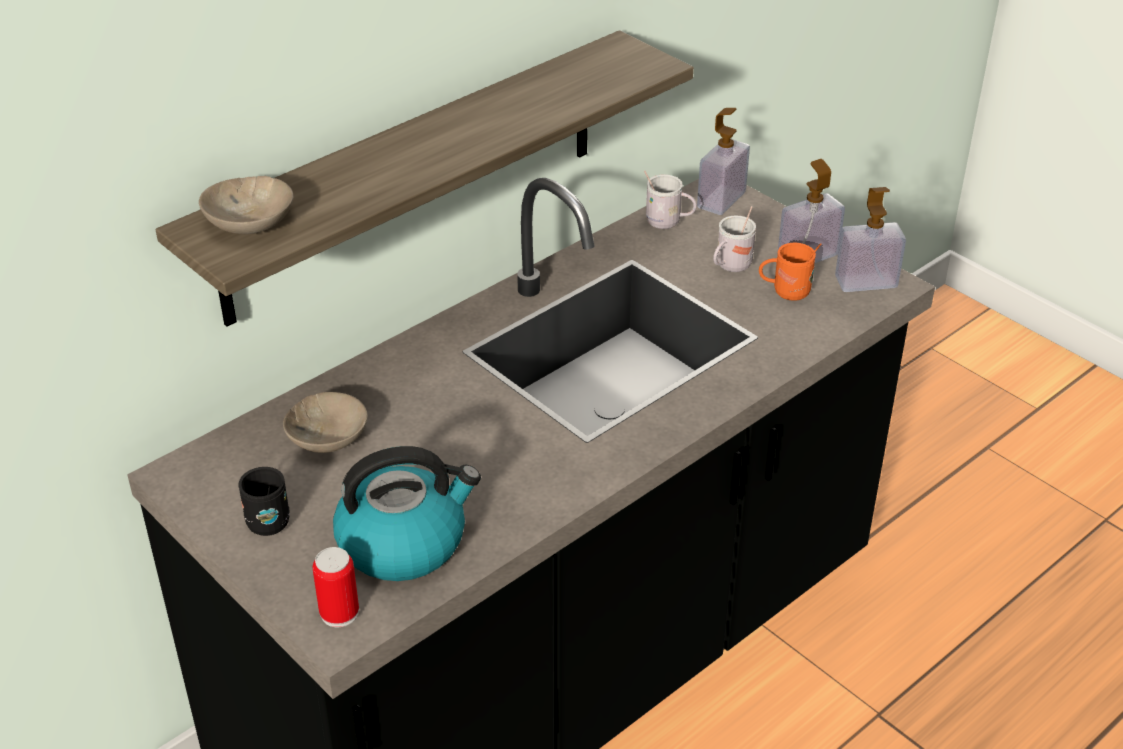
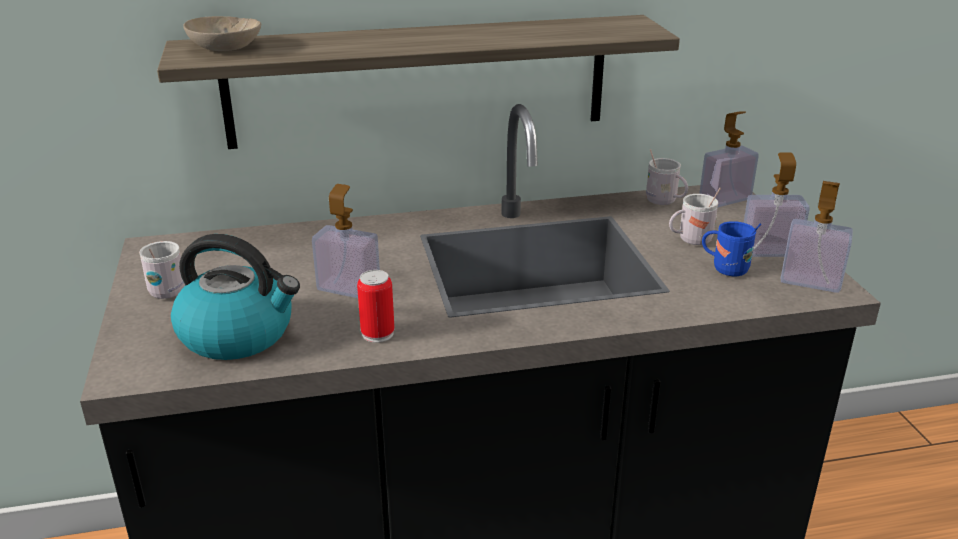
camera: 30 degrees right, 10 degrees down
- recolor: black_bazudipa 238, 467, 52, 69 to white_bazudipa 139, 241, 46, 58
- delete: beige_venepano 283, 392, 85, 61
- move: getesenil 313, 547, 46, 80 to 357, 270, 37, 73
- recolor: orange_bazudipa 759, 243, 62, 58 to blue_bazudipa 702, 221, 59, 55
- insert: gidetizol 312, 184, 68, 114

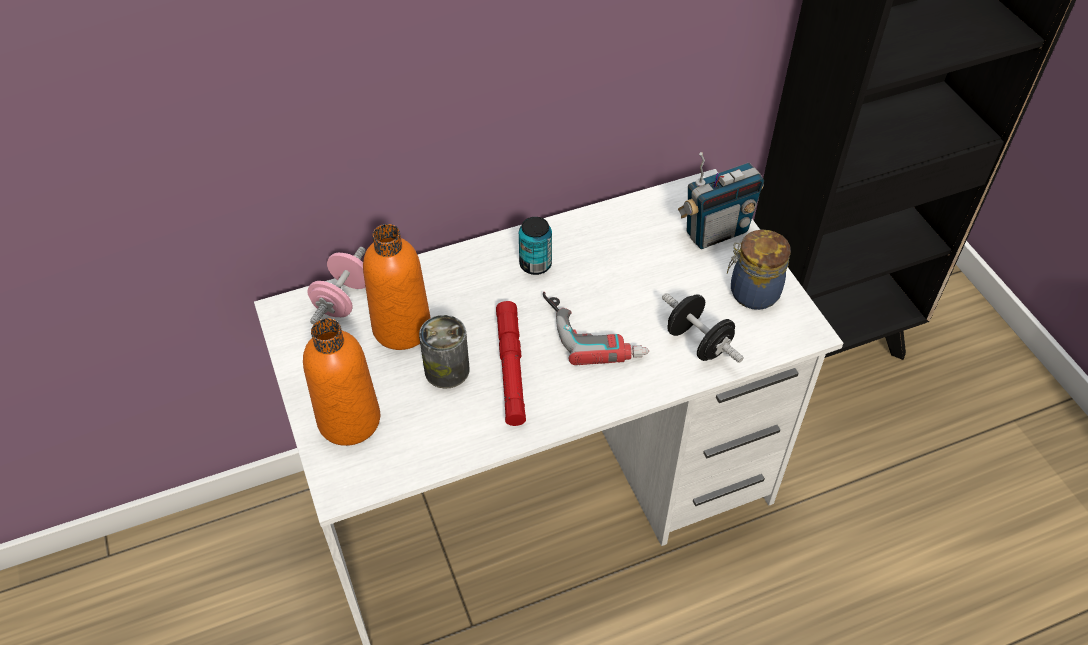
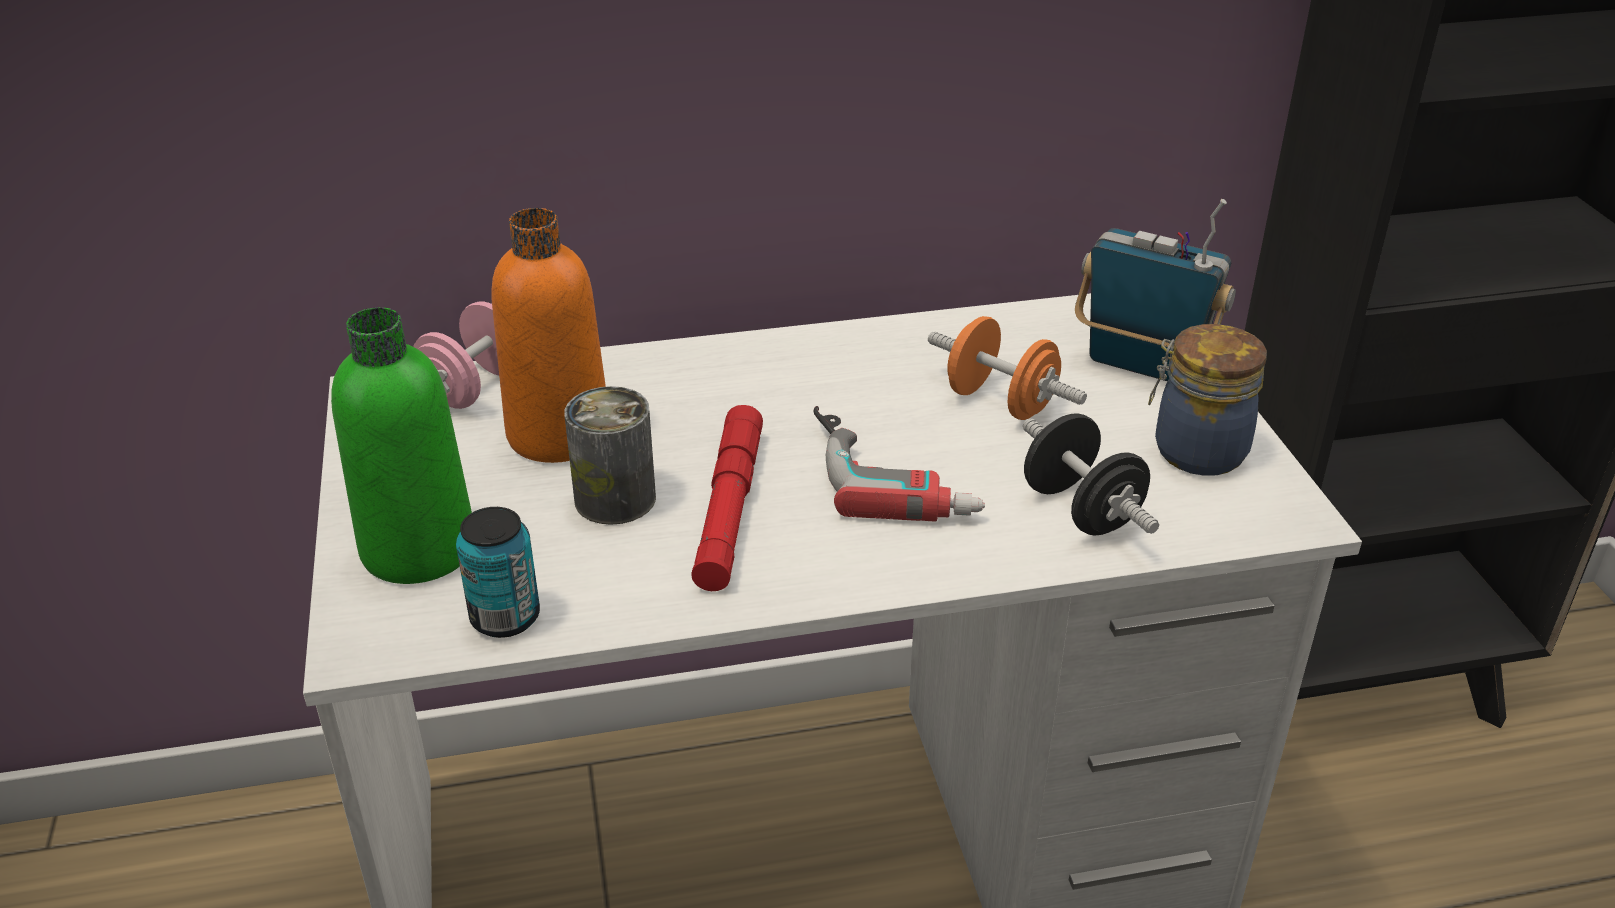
camera: 10 degrees right, 15 degrees down
- recolor: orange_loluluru 303, 318, 77, 128 to green_loluluru 331, 307, 141, 277
- move: getesenil 519, 217, 33, 58 to 456, 507, 84, 131
- rotate: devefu 678, 152, 86, 97 = 1075, 199, 161, 182 135 degrees counterclockwise
- insert: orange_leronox 928, 316, 159, 104

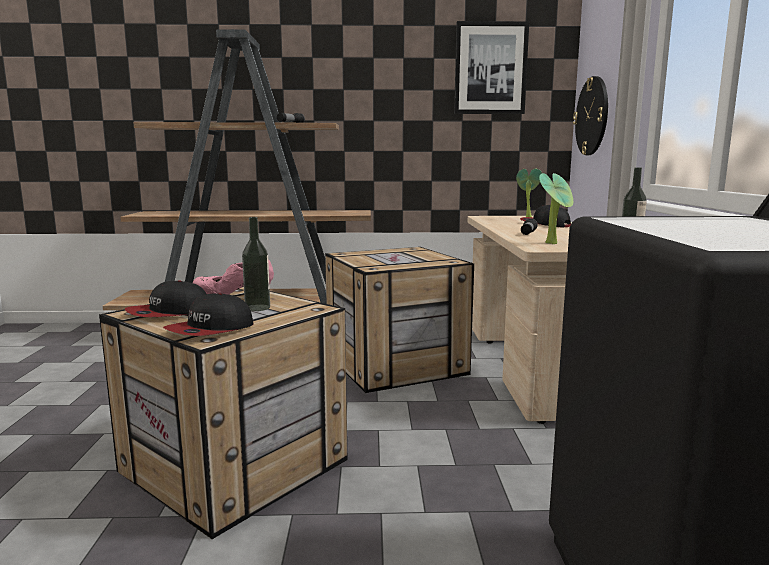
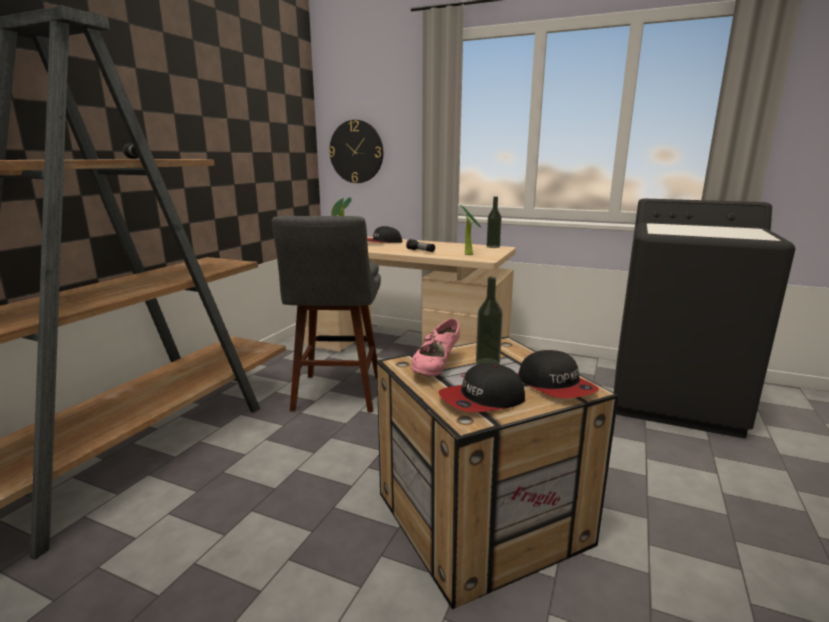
camera: 65 degrees left, 5 degrees up
- rotate: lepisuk 125, 280, 81, 37 = 439, 363, 86, 49 75 degrees clockwise
- replace: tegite 325, 247, 149, 146 to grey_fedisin 272, 216, 109, 197
- delete: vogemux 454, 21, 75, 93

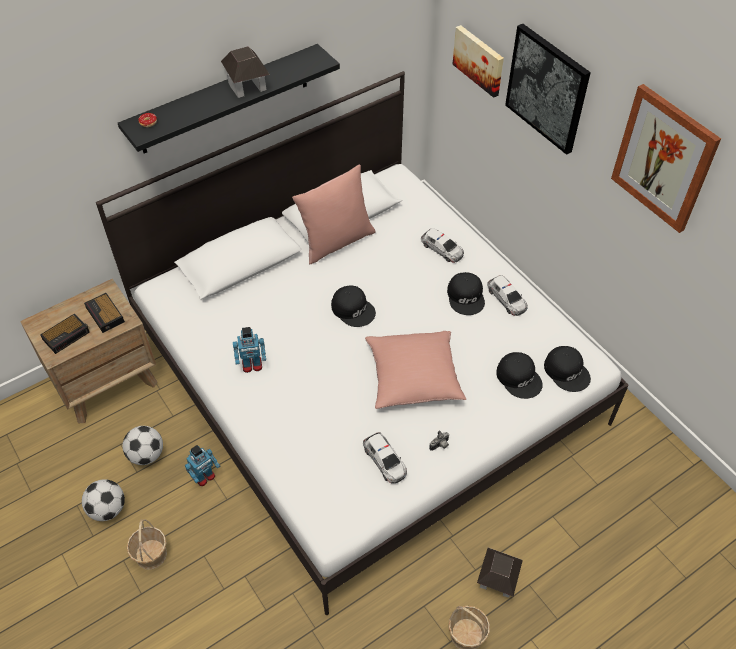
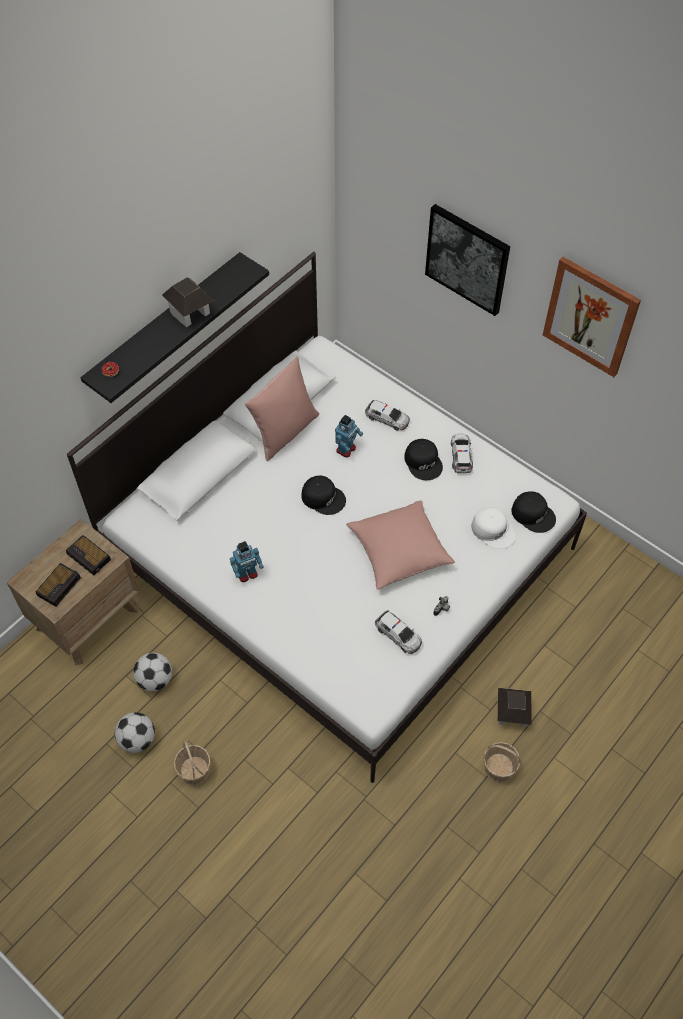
camera: 15 degrees left, 5 degrees up
- move: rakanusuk 185, 445, 35, 41 to 335, 415, 28, 43
- delete: vogemux 452, 25, 52, 73
- rotate: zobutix 487, 275, 41, 41 = 451, 434, 22, 39 135 degrees counterclockwise
- recolor: black_lepisuk 496, 352, 47, 47 to white_lepisuk 471, 507, 45, 42

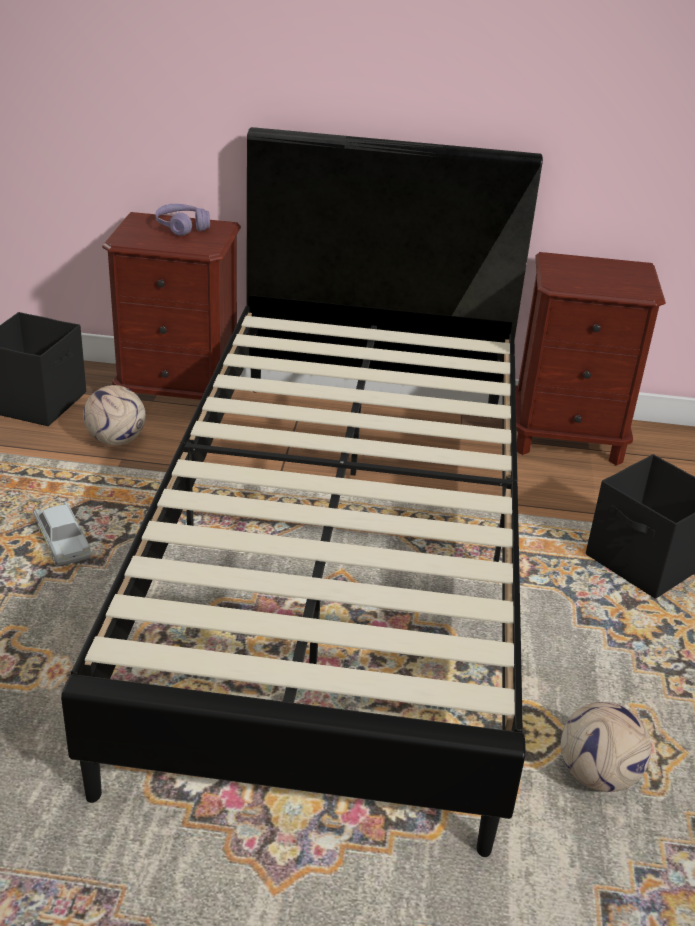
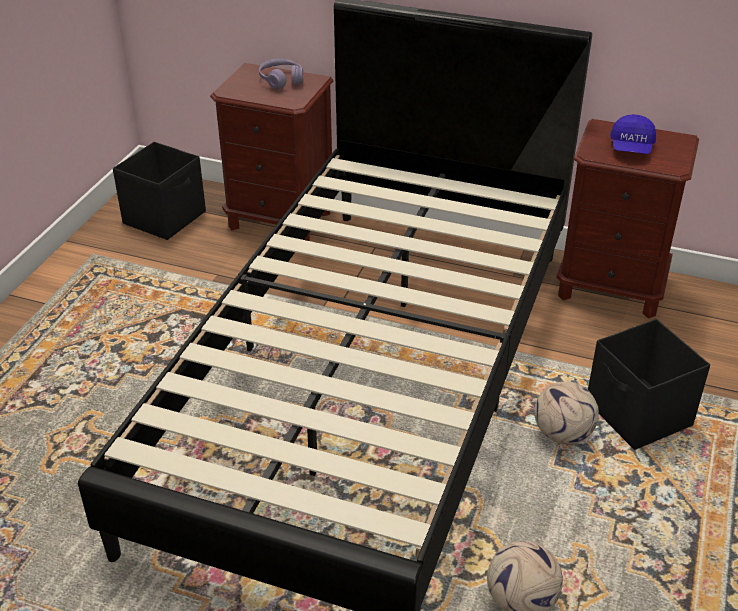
camera: 15 degrees right, 5 degrees up
- delete: white_zobutix 34, 502, 57, 64
- move: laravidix 83, 385, 63, 61 to 534, 381, 65, 64
- insert: blue_lepisuk 610, 114, 46, 40

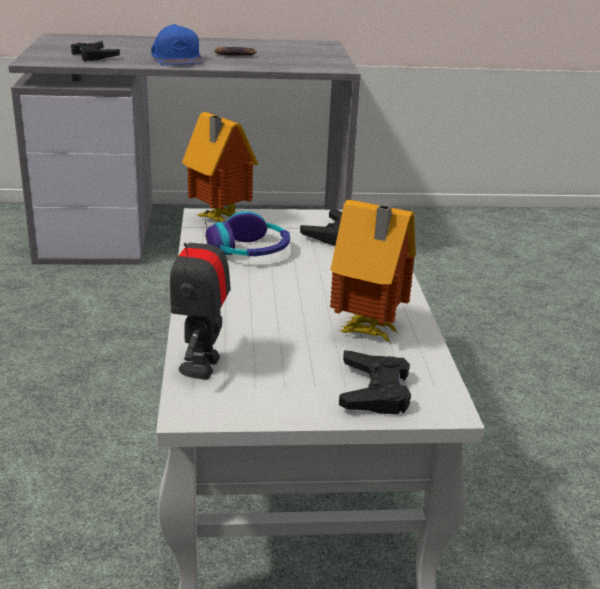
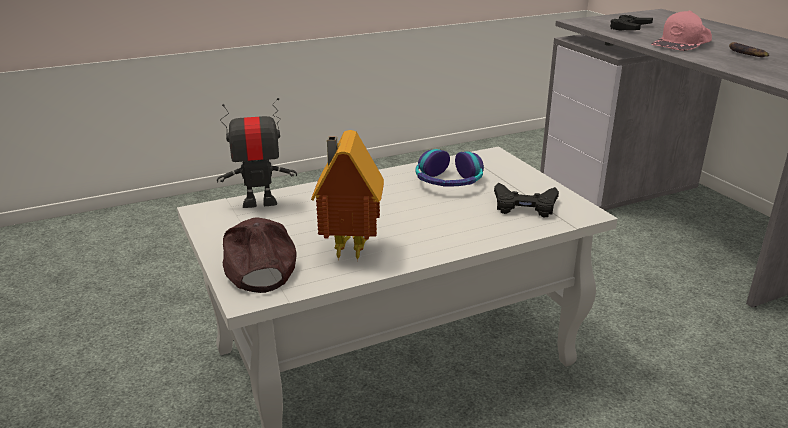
camera: 70 degrees right, 0 degrees up
- recolor: blue_lepisuk 151, 24, 52, 42 to pink_lepisuk 651, 11, 61, 40
- delete: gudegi 182, 112, 76, 110
- replace: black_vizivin 339, 350, 72, 65 to brown_lepisuk 223, 217, 73, 76

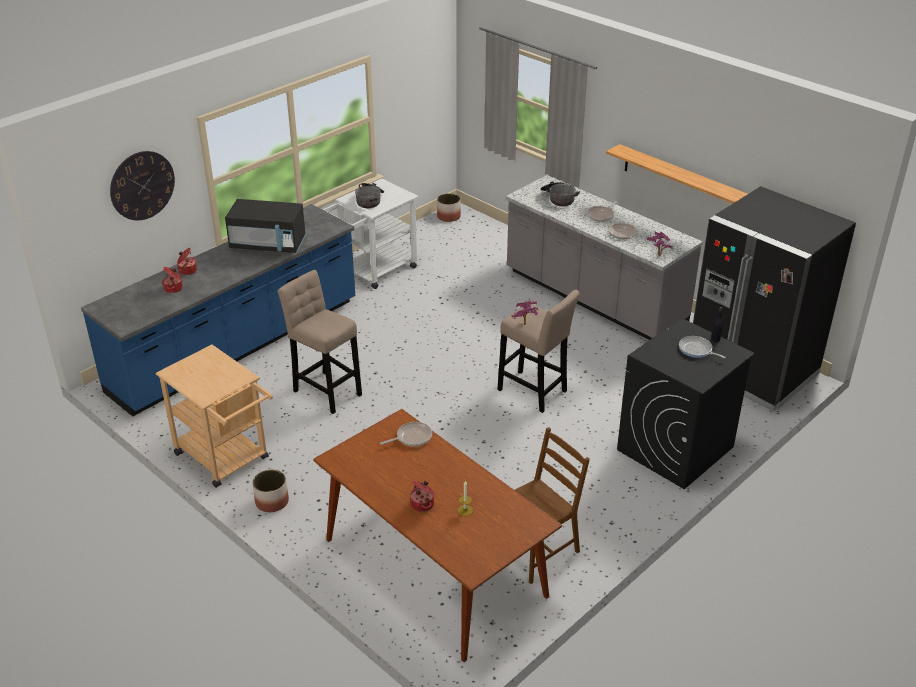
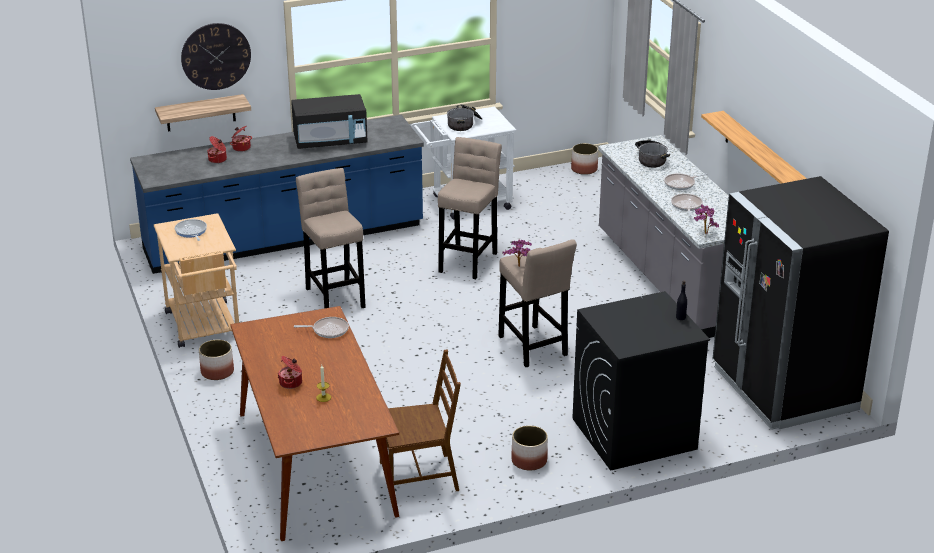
camera: 25 degrees right, 5 degrees down
- rotate: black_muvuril 225, 199, 81, 54 = 291, 94, 77, 55 45 degrees counterclockwise
- move: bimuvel 679, 336, 47, 22 to 175, 219, 32, 22
- insert: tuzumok 155, 94, 96, 38
- insert: beige_fedisin 438, 137, 64, 142
- insert: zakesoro 511, 425, 37, 46

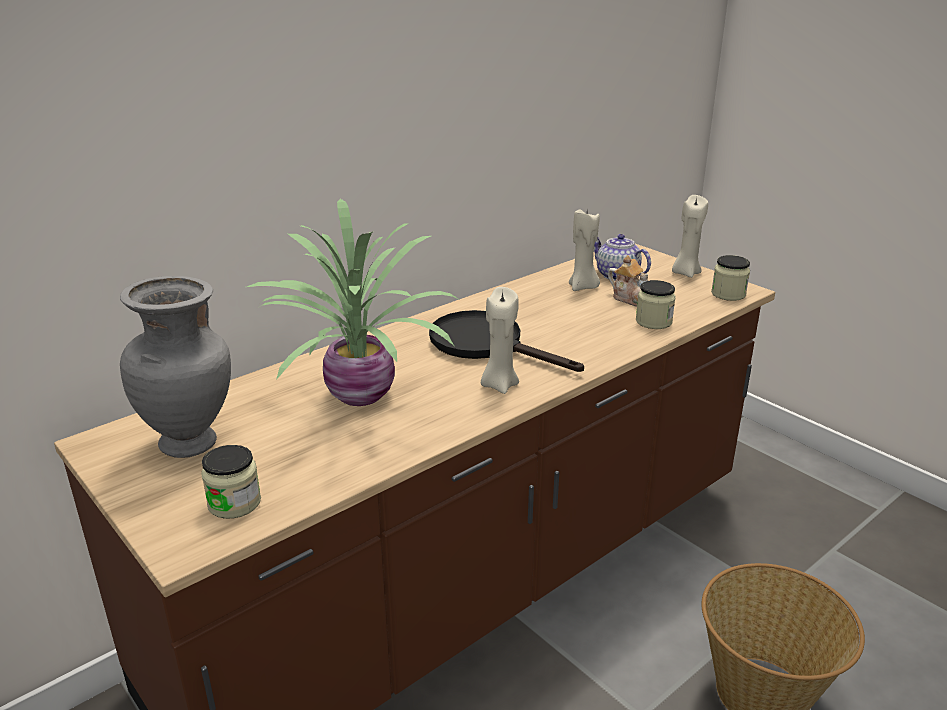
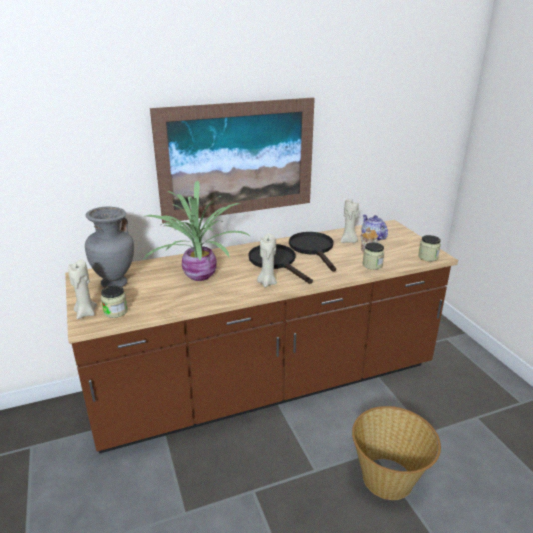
camera: 20 degrees right, 0 degrees up
- move: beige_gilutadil 672, 195, 36, 83 to 68, 260, 29, 59
- insert: vogemux 150, 97, 165, 126
- insert: black_bimuvel 289, 232, 47, 40

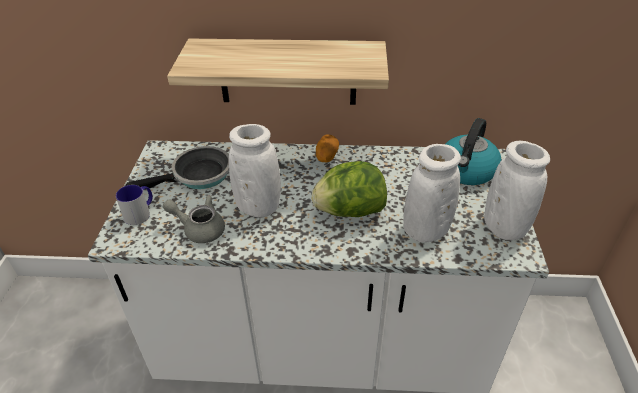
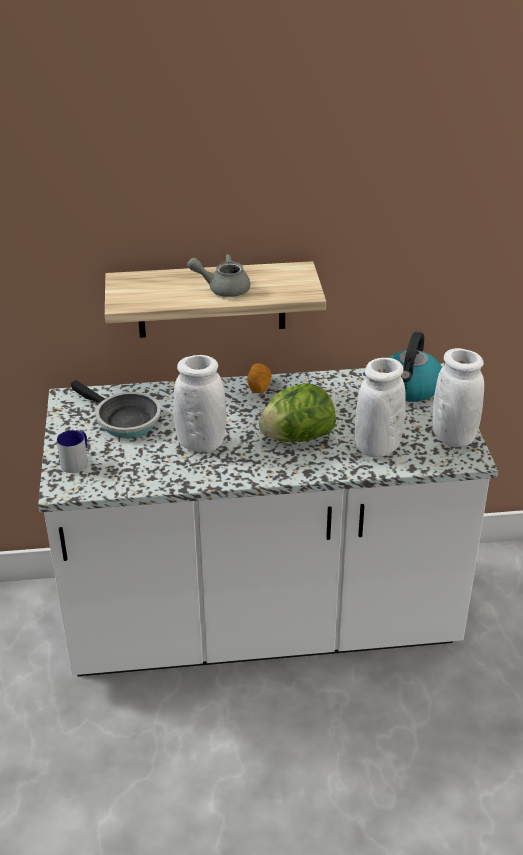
camera: 10 degrees left, 5 degrees down
- rotate: bimuvel 126, 146, 103, 44 = 71, 380, 90, 58 75 degrees clockwise
- move: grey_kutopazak 163, 195, 62, 48 to 187, 254, 63, 43

